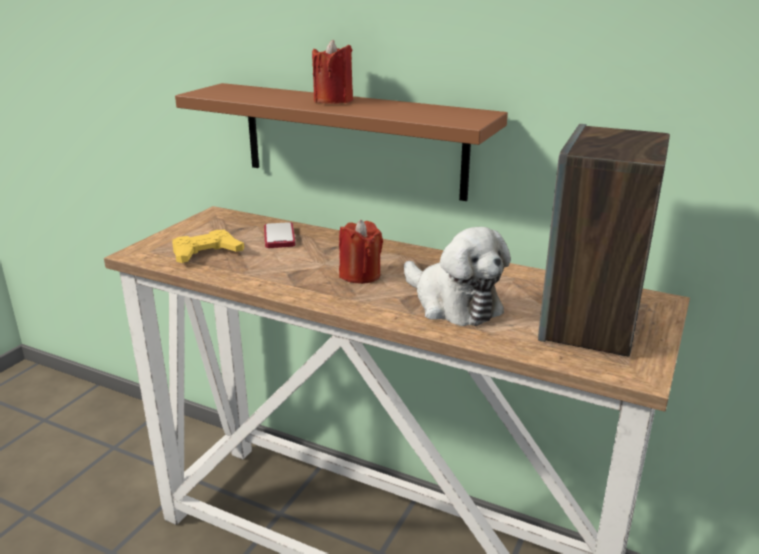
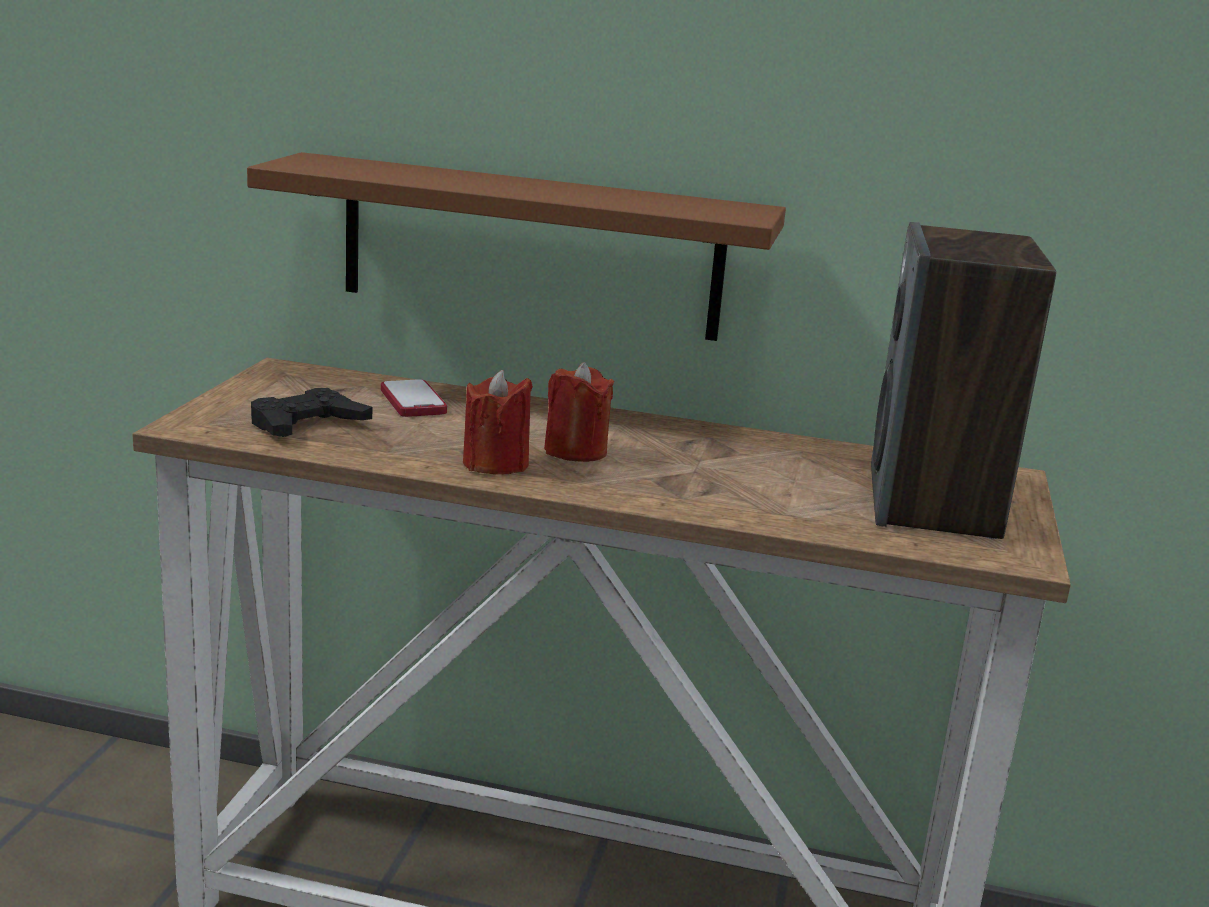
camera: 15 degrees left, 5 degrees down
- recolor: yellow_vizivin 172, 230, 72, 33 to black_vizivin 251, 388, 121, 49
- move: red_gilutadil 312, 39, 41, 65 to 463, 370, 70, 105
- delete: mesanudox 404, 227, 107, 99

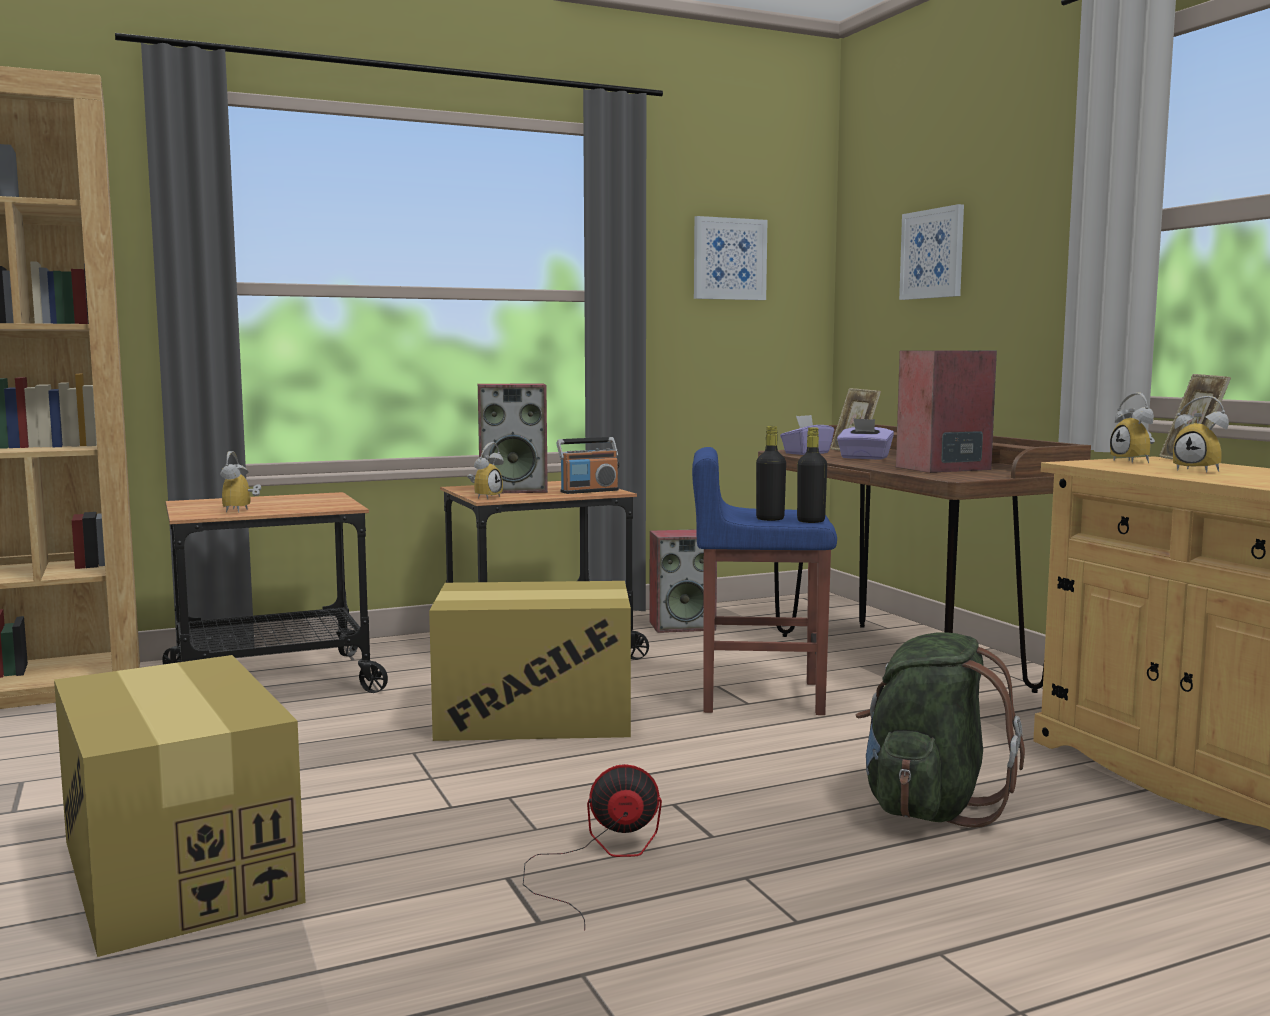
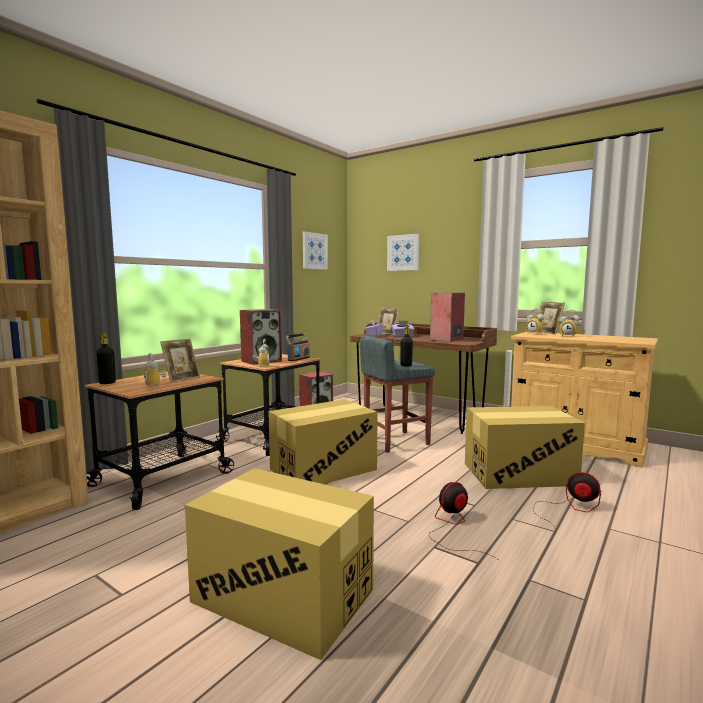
camera: 30 degrees left, 0 degrees up
- recolor: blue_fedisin 692, 447, 145, 268 to grey_fedisin 360, 336, 75, 117
- move: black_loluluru 797, 427, 30, 96 to 96, 334, 20, 50
- replace: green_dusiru 856, 632, 169, 196 to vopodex 465, 406, 120, 83
- insert: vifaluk 160, 338, 40, 45
- insert: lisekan 532, 472, 69, 60

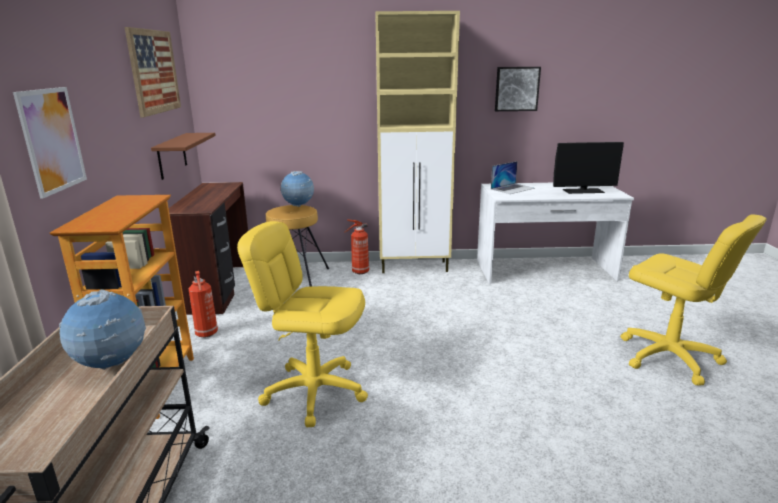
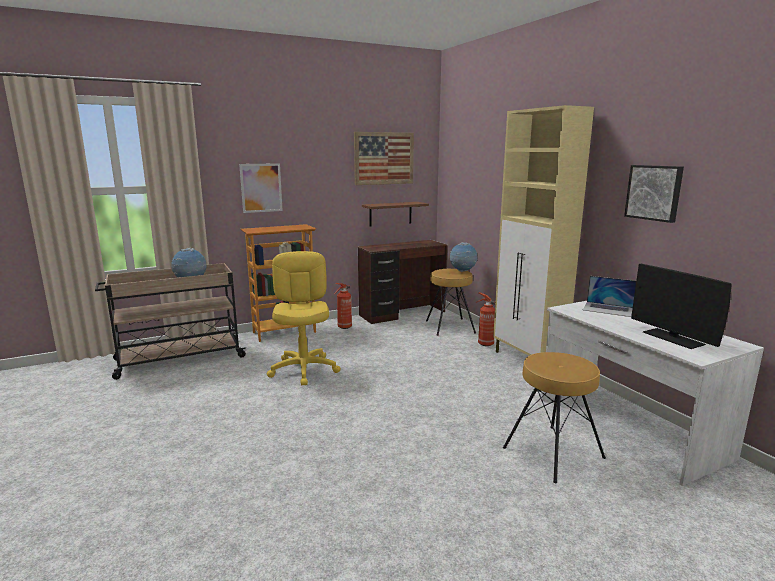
camera: 65 degrees right, 5 degrees down
- delete: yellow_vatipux 621, 214, 145, 172
- insert: brown_fedisin 503, 352, 103, 131

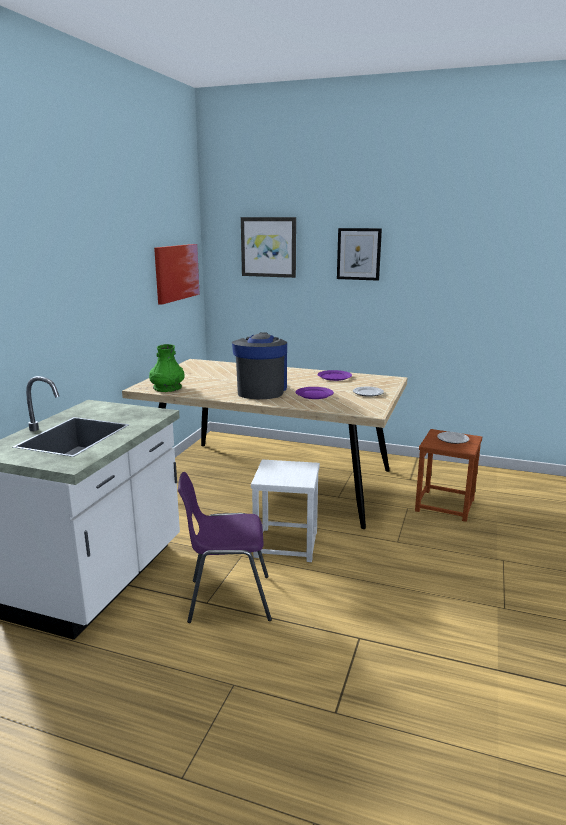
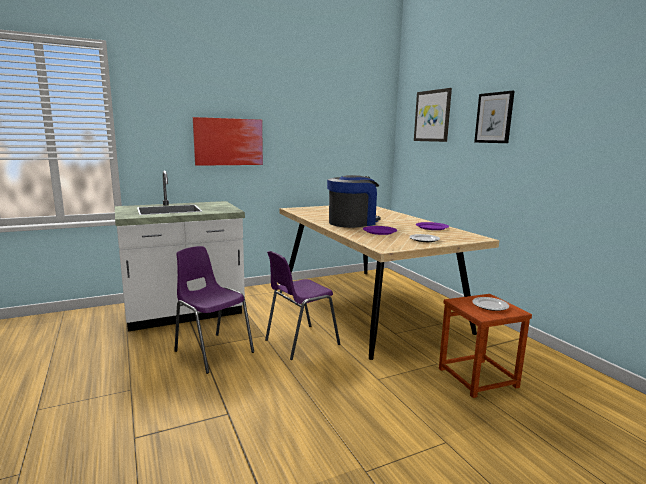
camera: 45 degrees right, 5 degrees down
- delete: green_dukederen 149, 344, 36, 48
- move: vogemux 154, 244, 46, 61 to 193, 117, 70, 49
- replace: white_fedisin 251, 459, 69, 103 to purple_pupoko 265, 251, 75, 109

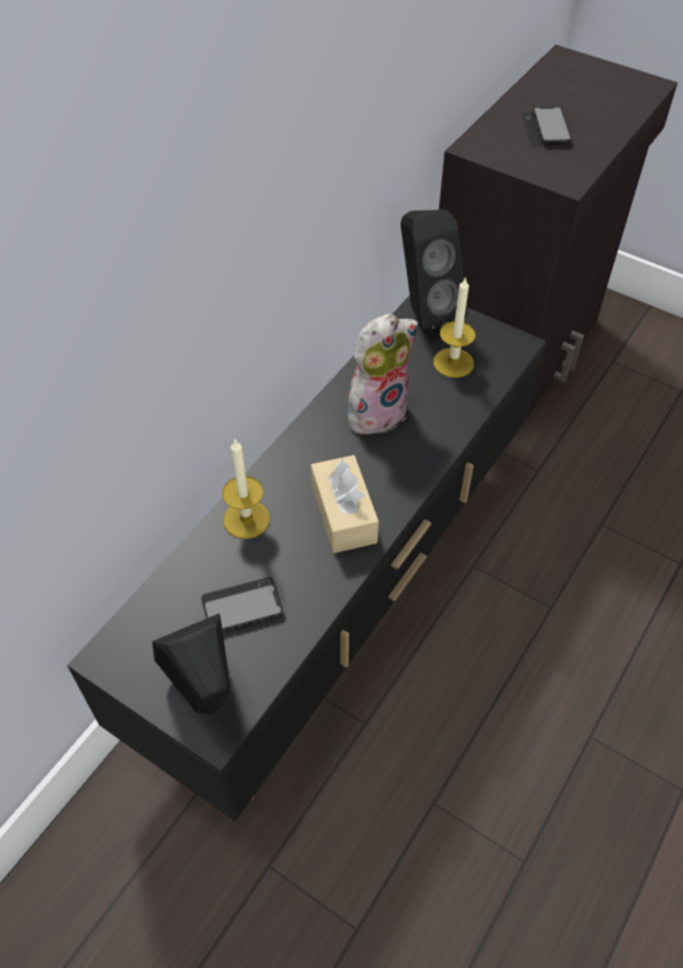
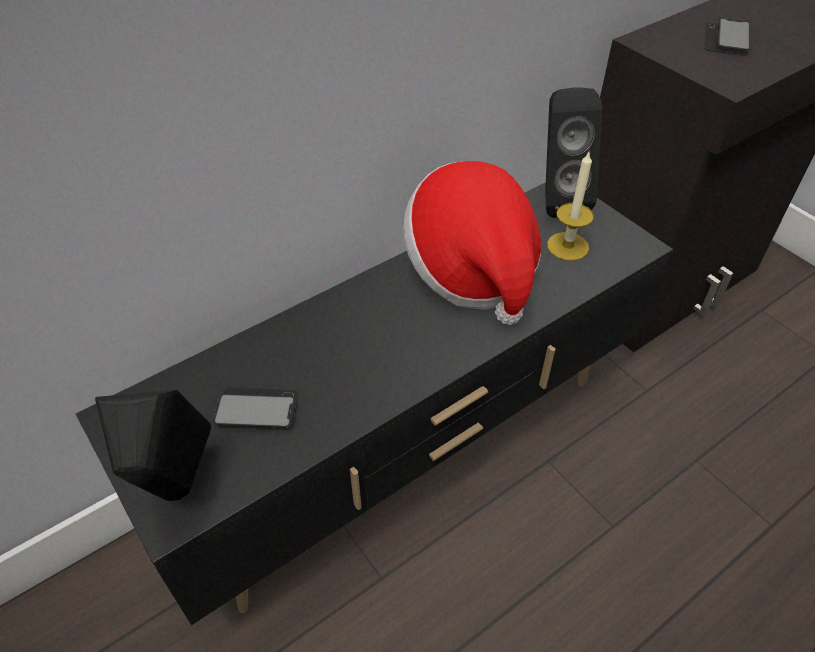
camera: 20 degrees right, 5 degrees down
- delete: gilutadil 222, 440, 48, 99
- delete: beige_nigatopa 311, 455, 68, 98
- replace: mesanudox 347, 314, 71, 121 to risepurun 403, 161, 138, 164

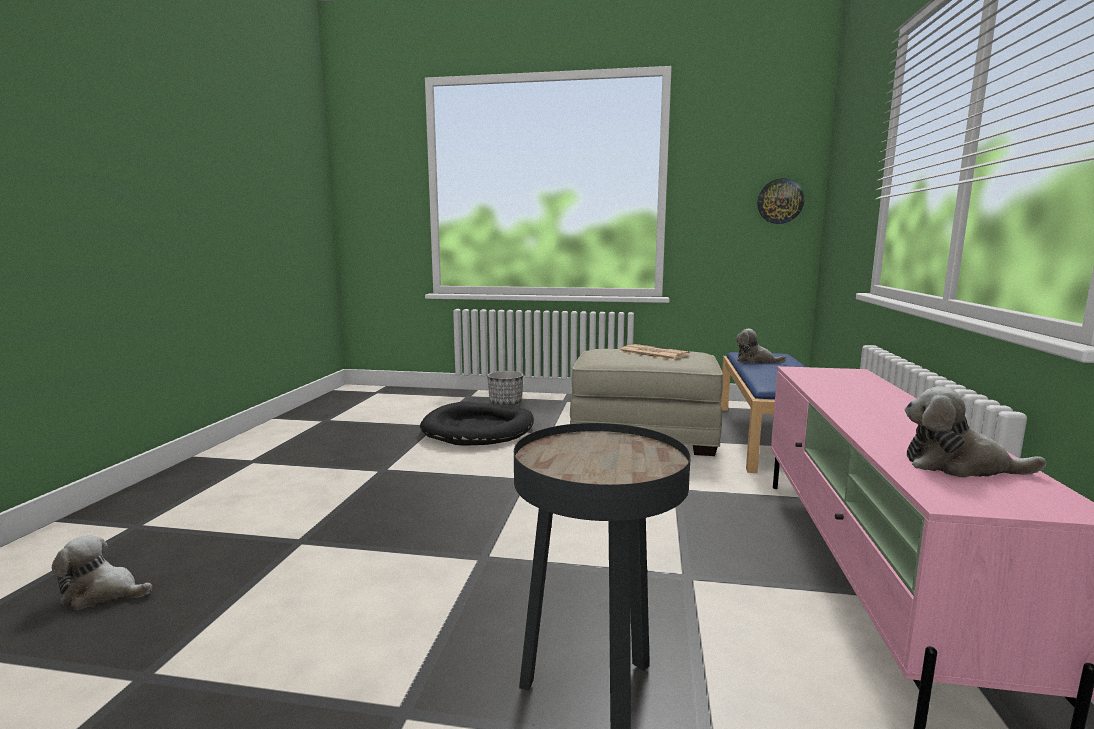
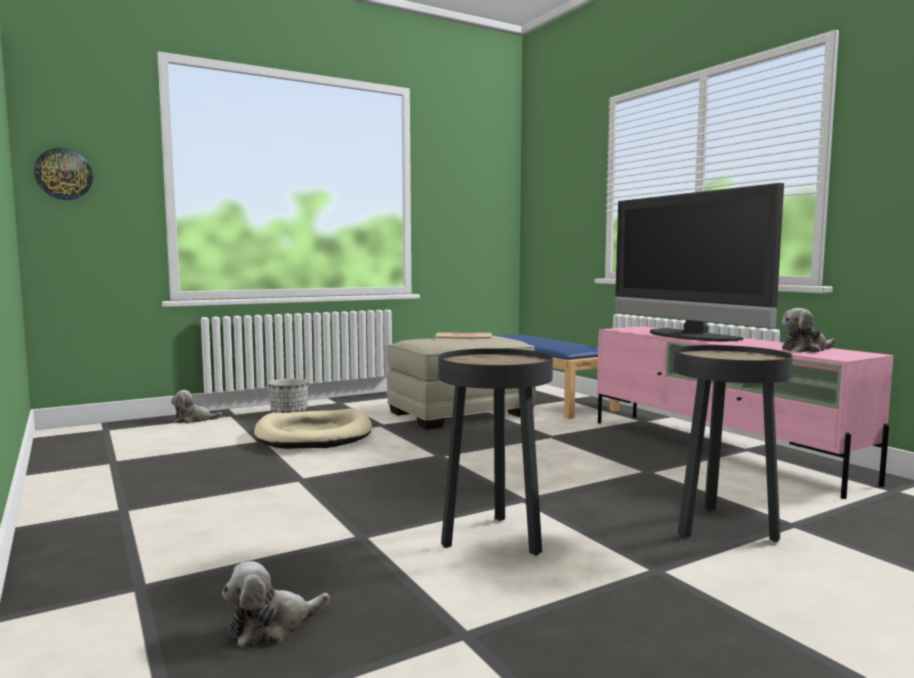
camera: 40 degrees left, 5 degrees down
- recolor: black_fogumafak 420, 402, 114, 44 to beige_fogumafak 254, 409, 118, 40
- move: mesanudox 735, 329, 51, 35 to 171, 390, 51, 33
- move: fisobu 757, 178, 47, 46 to 34, 148, 59, 52
- insert: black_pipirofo 438, 348, 115, 208
- insert: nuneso 615, 183, 169, 158

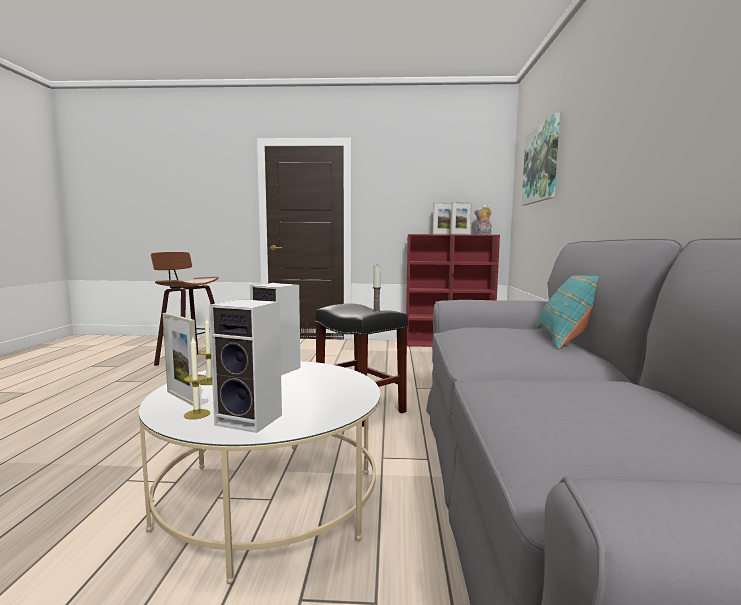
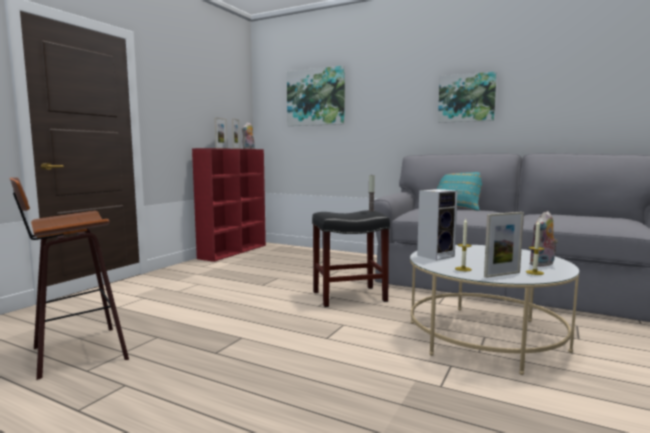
camera: 65 degrees left, 0 degrees up
- replace: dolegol 209, 299, 73, 134 to mesanudox 529, 211, 29, 56
- insert: vogemux 438, 71, 59, 52

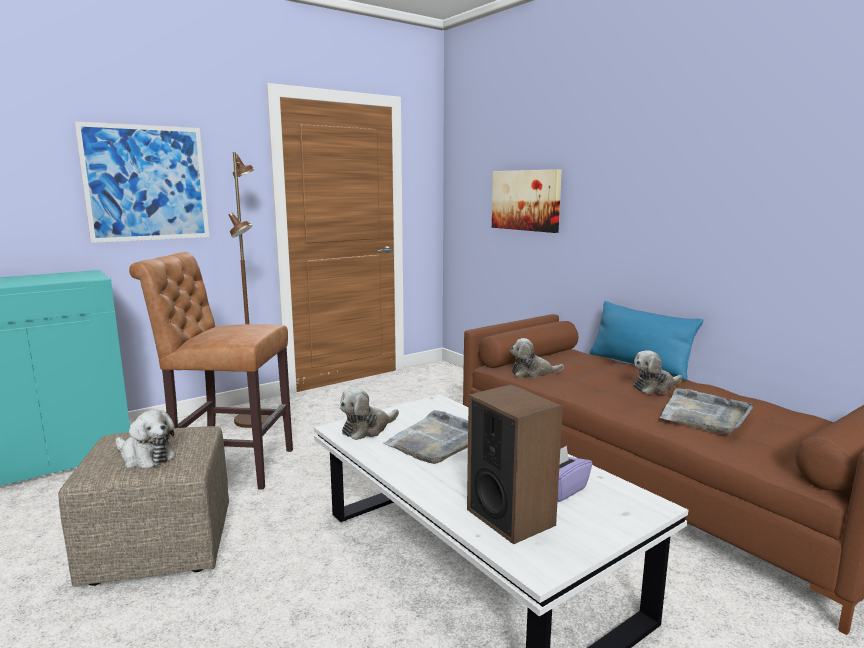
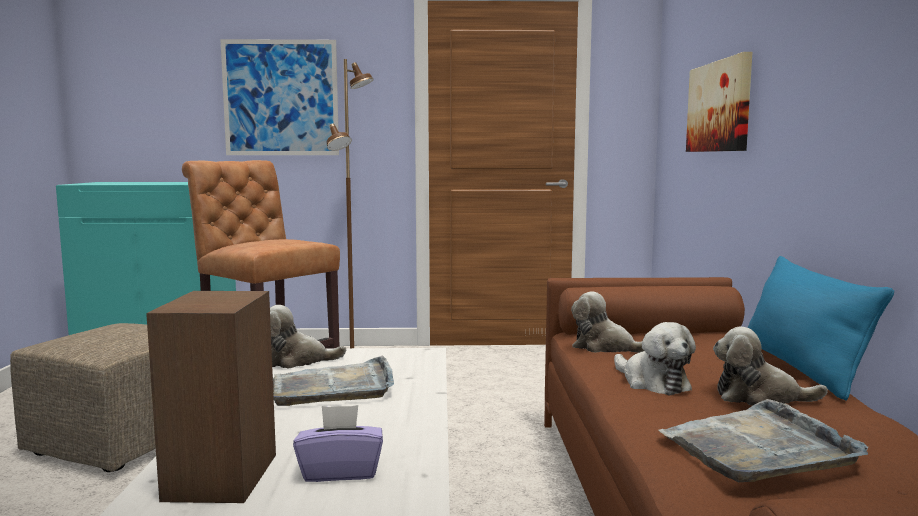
camera: 35 degrees right, 5 degrees down
- move: mesanudox 116, 410, 60, 58 to 614, 322, 82, 73

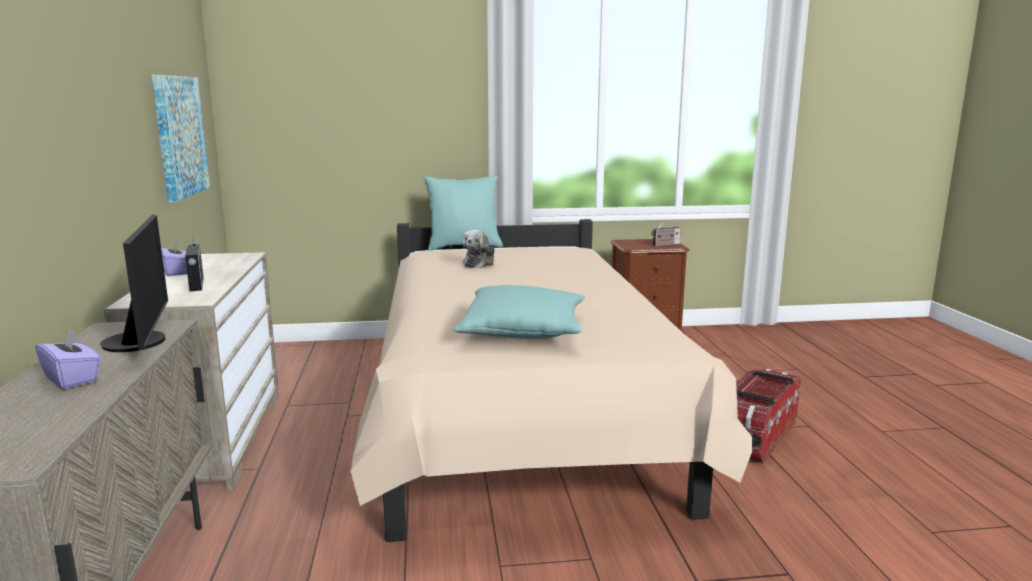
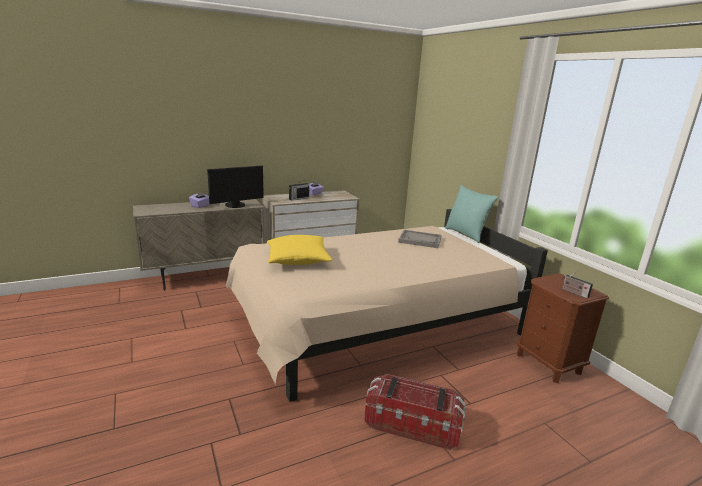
camera: 70 degrees right, 5 degrees up
- delete: vogemux 151, 75, 59, 128
- recolor: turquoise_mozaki 453, 285, 132, 54 to yellow_mozaki 267, 235, 65, 30
- replace: mesanudox 462, 229, 33, 39 to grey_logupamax 398, 230, 44, 18

